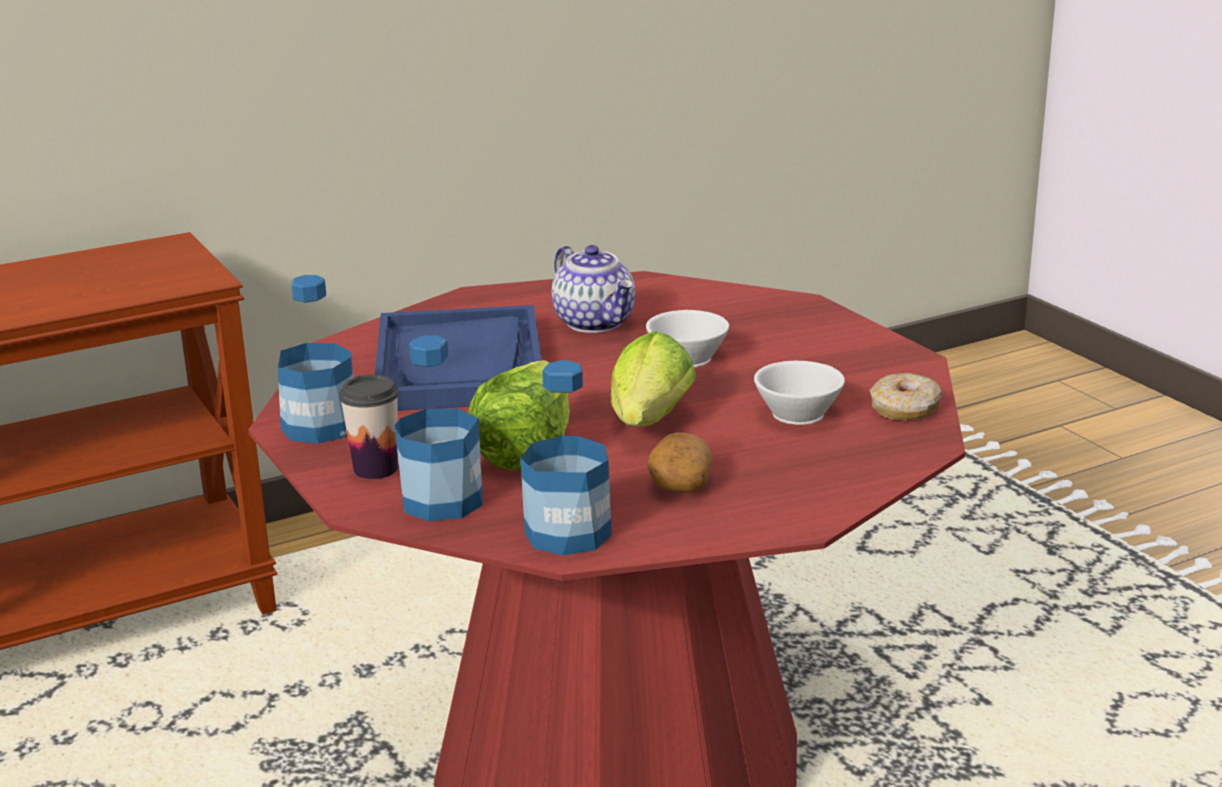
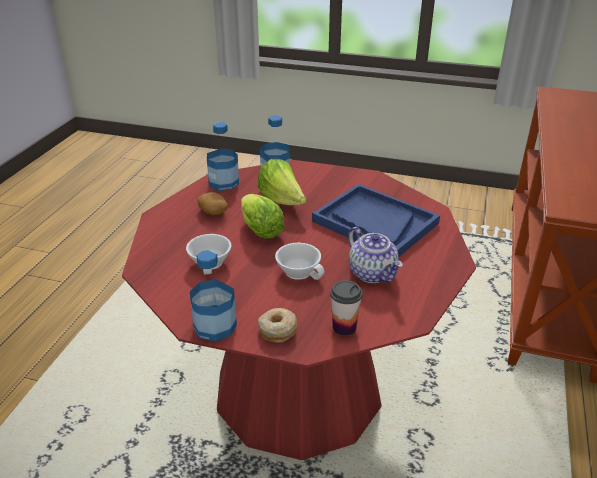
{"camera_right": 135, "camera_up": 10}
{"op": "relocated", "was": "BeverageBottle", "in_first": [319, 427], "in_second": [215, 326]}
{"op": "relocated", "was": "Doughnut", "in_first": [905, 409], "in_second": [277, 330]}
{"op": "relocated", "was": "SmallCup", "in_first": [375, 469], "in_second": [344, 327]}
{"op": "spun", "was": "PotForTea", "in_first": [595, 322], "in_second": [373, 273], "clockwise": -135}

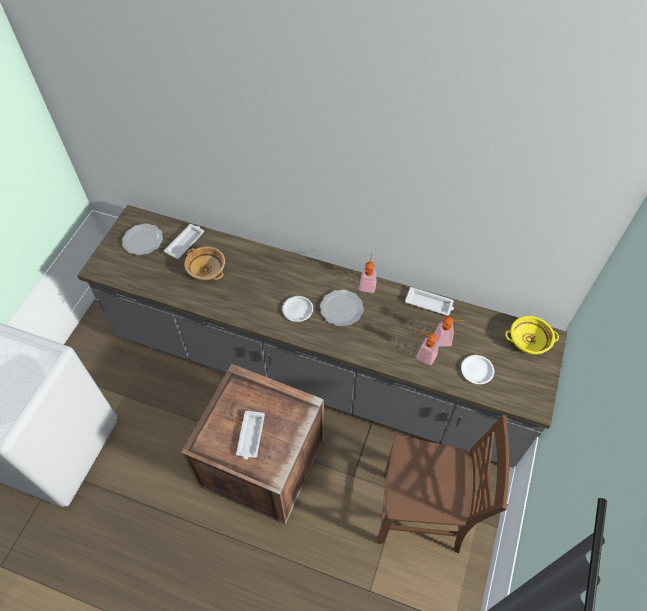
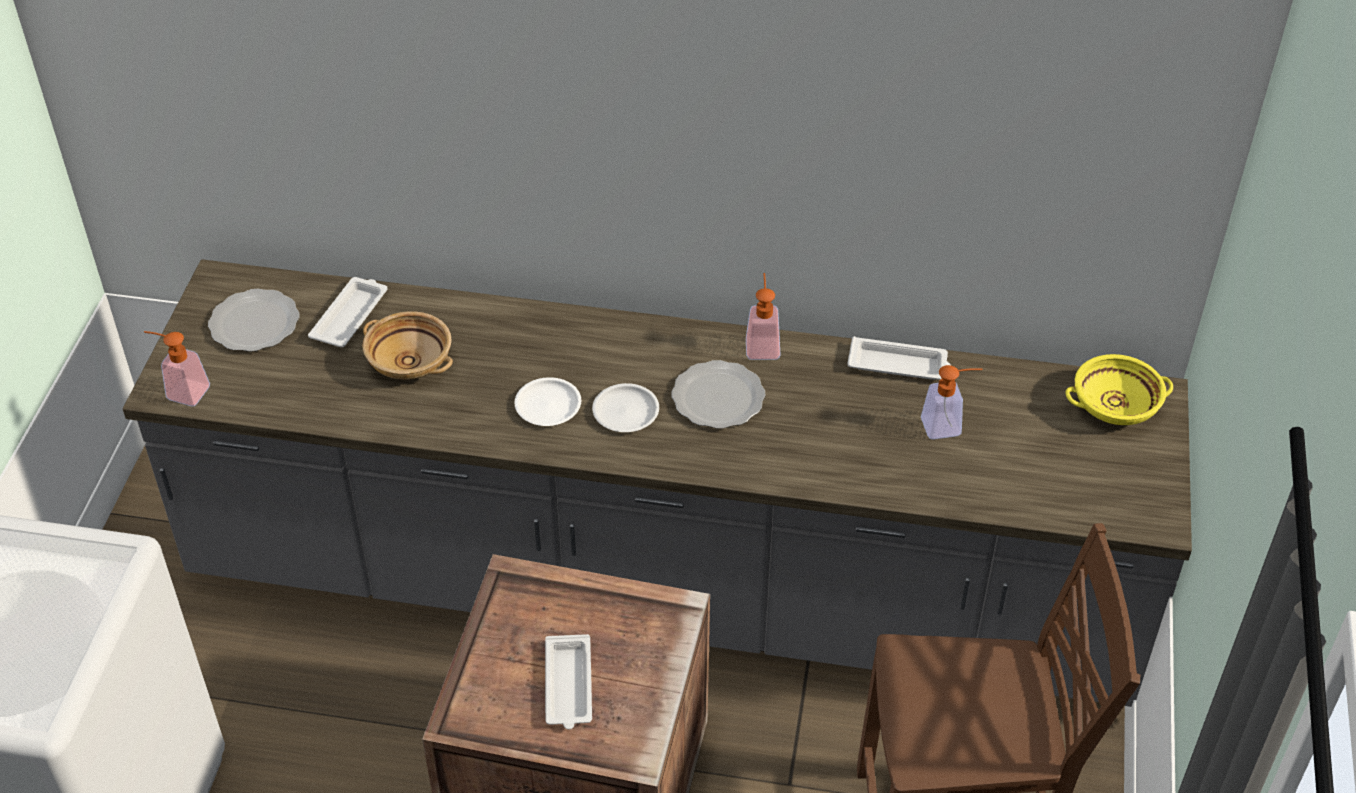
{"camera_right": -10, "camera_up": -10}
{"op": "relocated", "was": "SoapDispenser", "in_first": [423, 355], "in_second": [182, 391]}
{"op": "relocated", "was": "WhitePlate", "in_first": [477, 371], "in_second": [548, 406]}

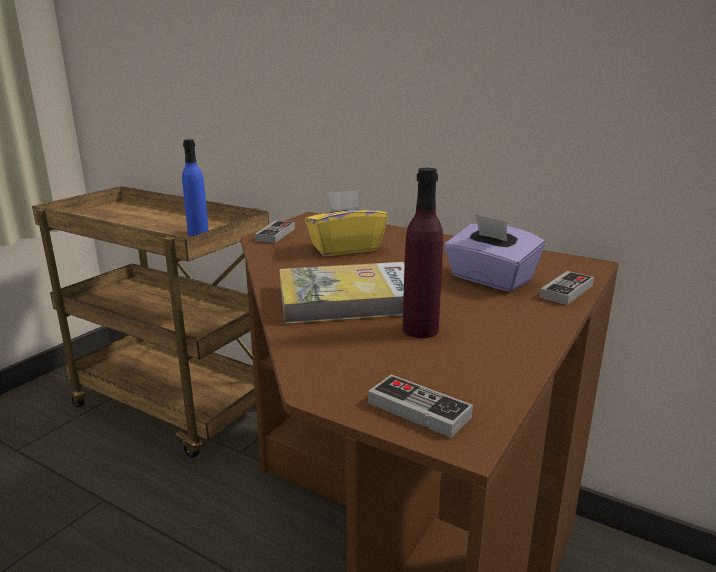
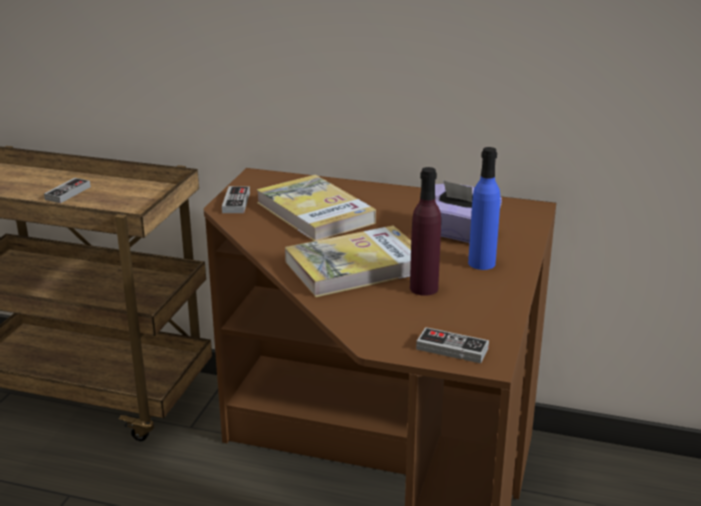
{"camera_right": -15, "camera_up": 5}
{"op": "relocated", "was": "Gamepad", "in_first": [566, 291], "in_second": [68, 193]}
{"op": "exchanged", "was": "YellowTissueBox", "now": "BoundBook", "in_first": [345, 248], "in_second": [315, 213]}
{"op": "relocated", "was": "BluishBeverageBottle", "in_first": [198, 233], "in_second": [481, 263]}

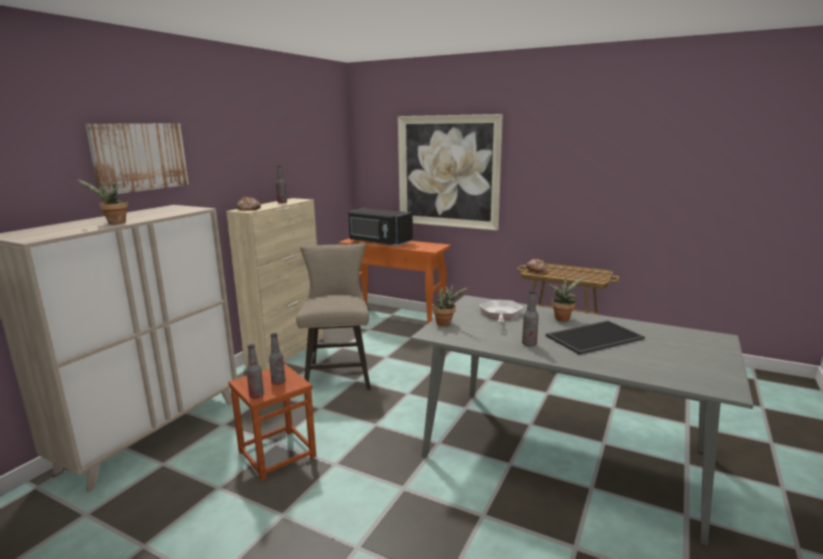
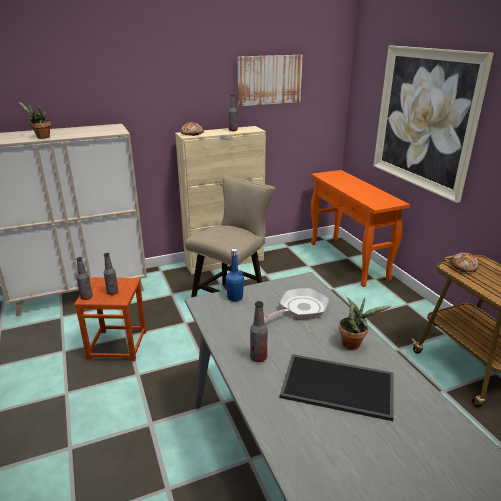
{"camera_right": 40, "camera_up": 10}
{"op": "exchanged", "was": "PottedPlant", "now": "BluishBeverageBottle", "in_first": [446, 323], "in_second": [235, 297]}
{"op": "relocated", "was": "WallPicture", "in_first": [140, 157], "in_second": [269, 80]}
{"op": "missing", "was": "BlackKitchenMicrowave", "in_first": [379, 242]}

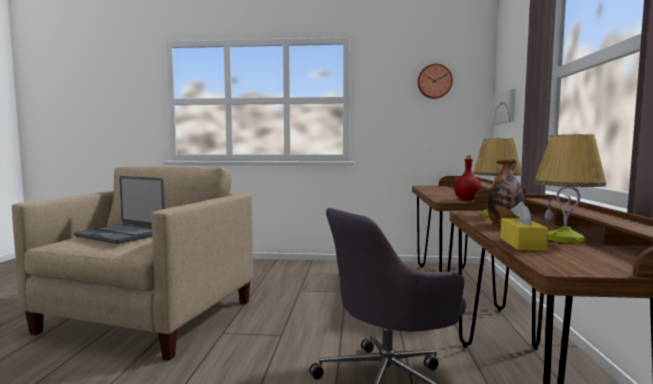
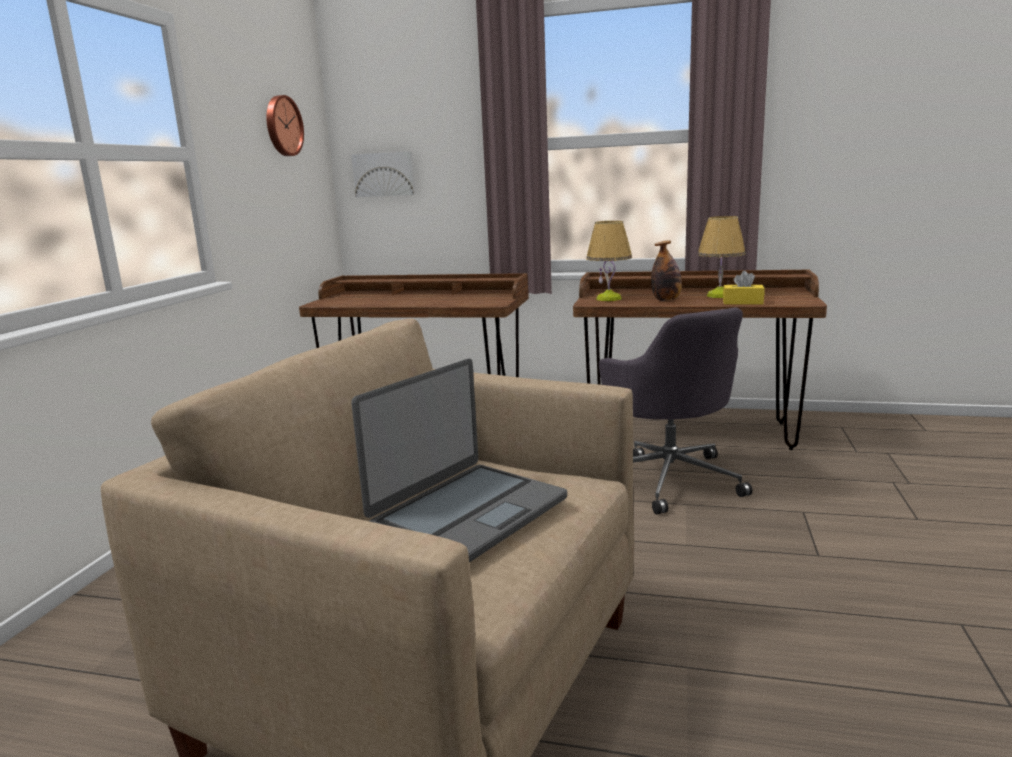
{"camera_right": -80, "camera_up": 10}
{"op": "missing", "was": "RedColouredBeverageBottle", "in_first": [467, 199]}

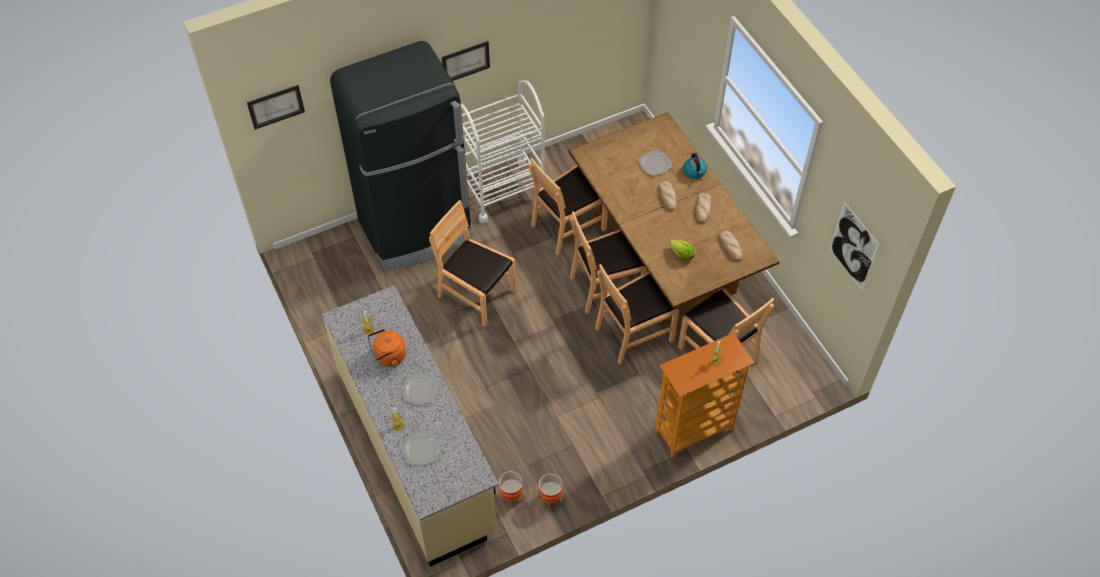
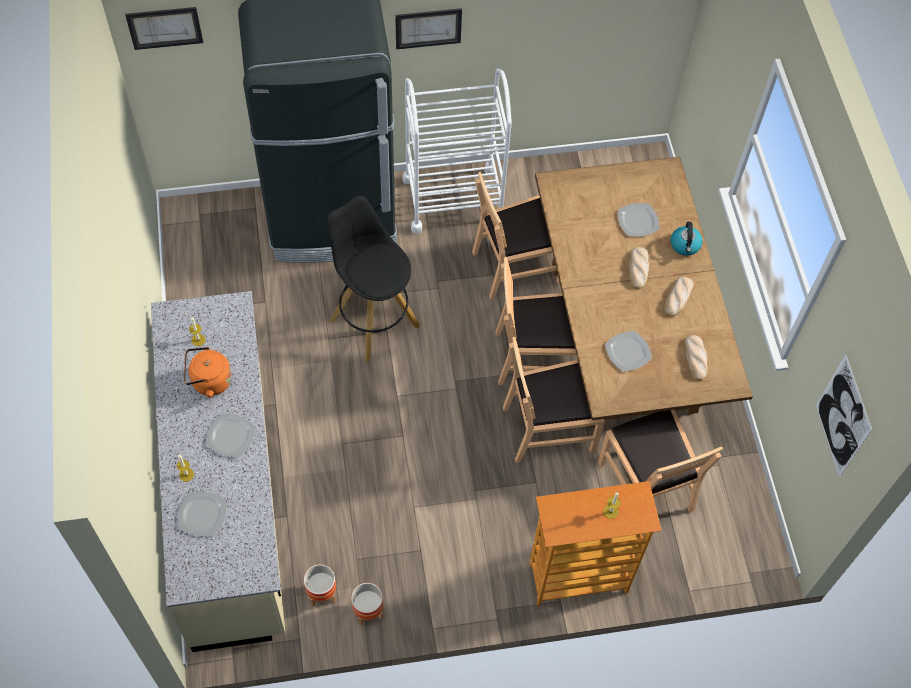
{"camera_right": 15, "camera_up": 5}
{"op": "exchanged", "was": "BrownChair", "now": "BlackSittingStool", "in_first": [476, 294], "in_second": [373, 321]}
{"op": "exchanged", "was": "LettuceHead", "now": "Plate", "in_first": [681, 255], "in_second": [628, 352]}

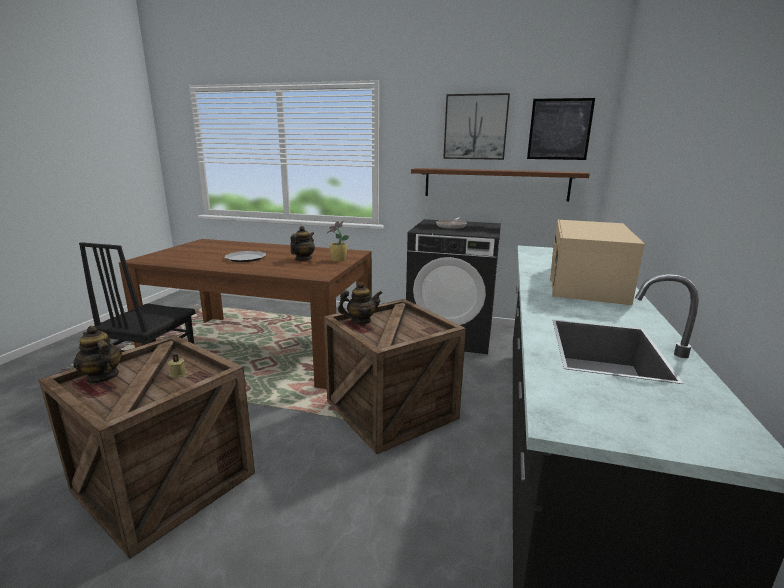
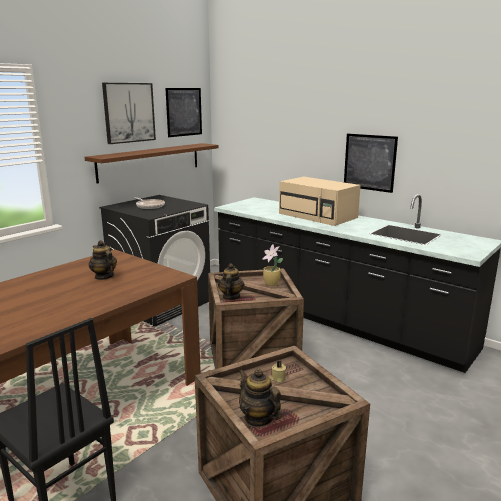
{"camera_right": -65, "camera_up": 0}
{"op": "spun", "was": "PotForTea", "in_first": [102, 377], "in_second": [258, 418], "clockwise": 75}
{"op": "relocated", "was": "PottedPlant", "in_first": [337, 260], "in_second": [271, 284]}
{"op": "appeared", "now": "WallPicture", "in_second": [369, 162]}
{"op": "missing", "was": "Plate", "in_first": [246, 258]}

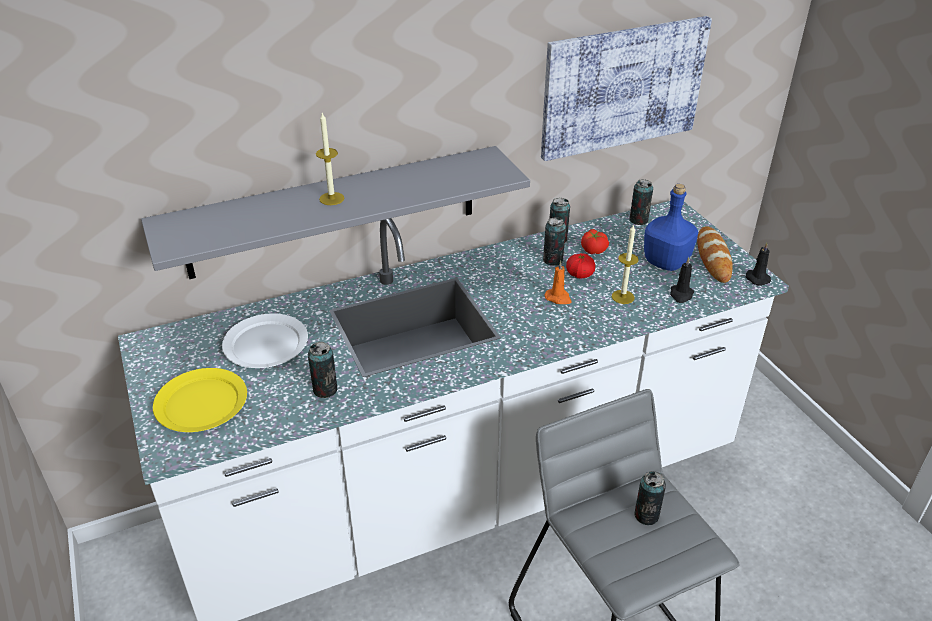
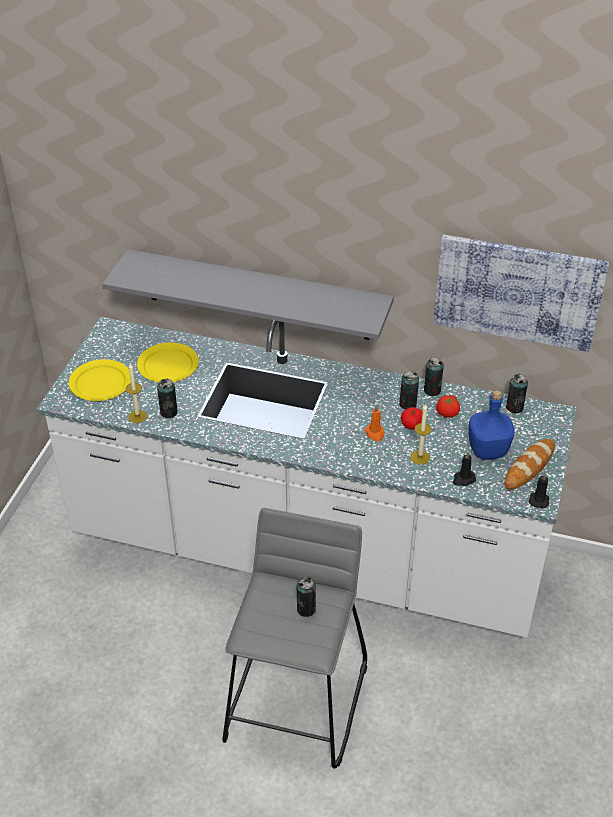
{"camera_right": 40, "camera_up": 5}
{"op": "relocated", "was": "Candle", "in_first": [331, 198], "in_second": [137, 416]}
{"op": "colour", "was": "WhitePlate", "now": "YellowPlate", "in_first": [266, 344], "in_second": [168, 365]}

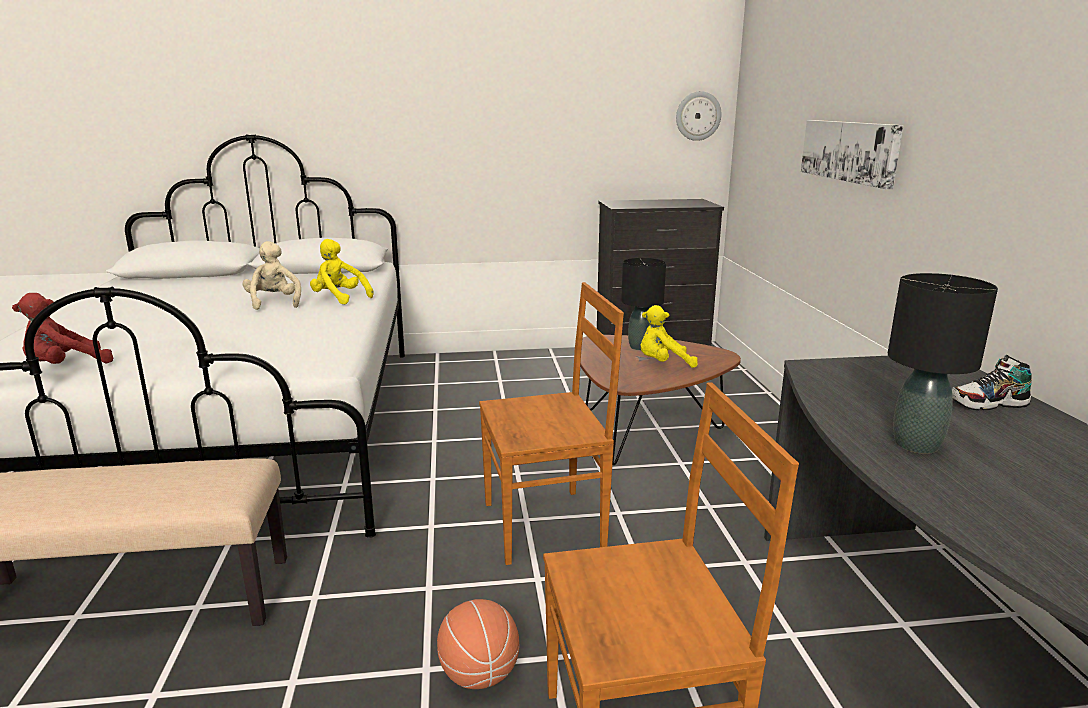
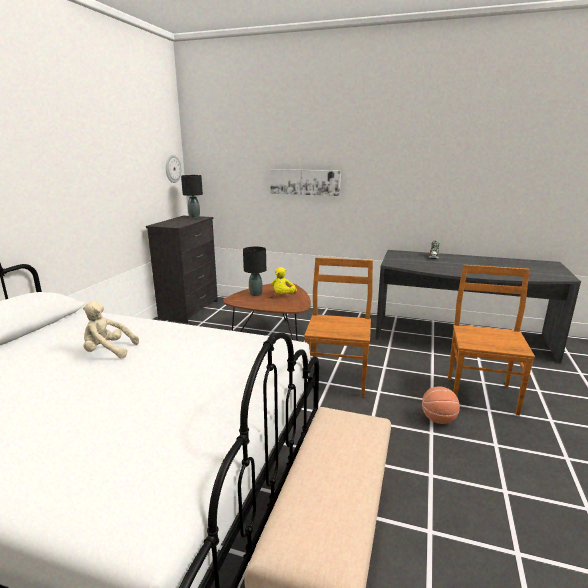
{"camera_right": -65, "camera_up": 0}
{"op": "relocated", "was": "BlackTabletopLamp", "in_first": [915, 445], "in_second": [194, 217]}
{"op": "missing", "was": "RedColouredPlushToy", "in_first": [66, 367]}
{"op": "missing", "was": "YellowPlushToy", "in_first": [339, 298]}

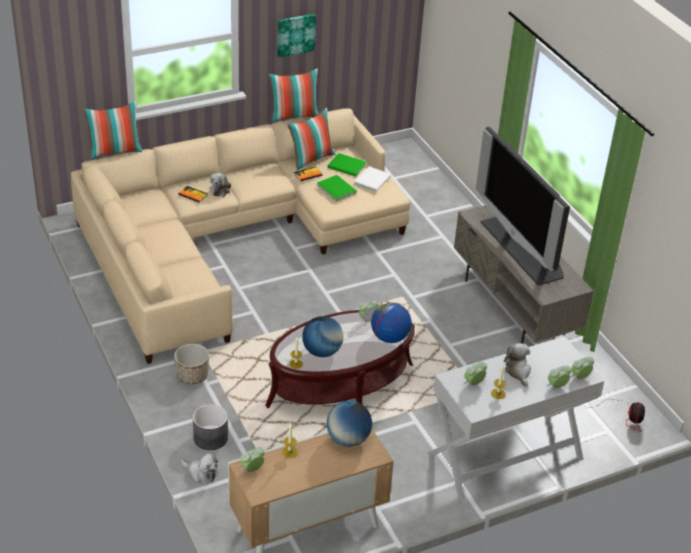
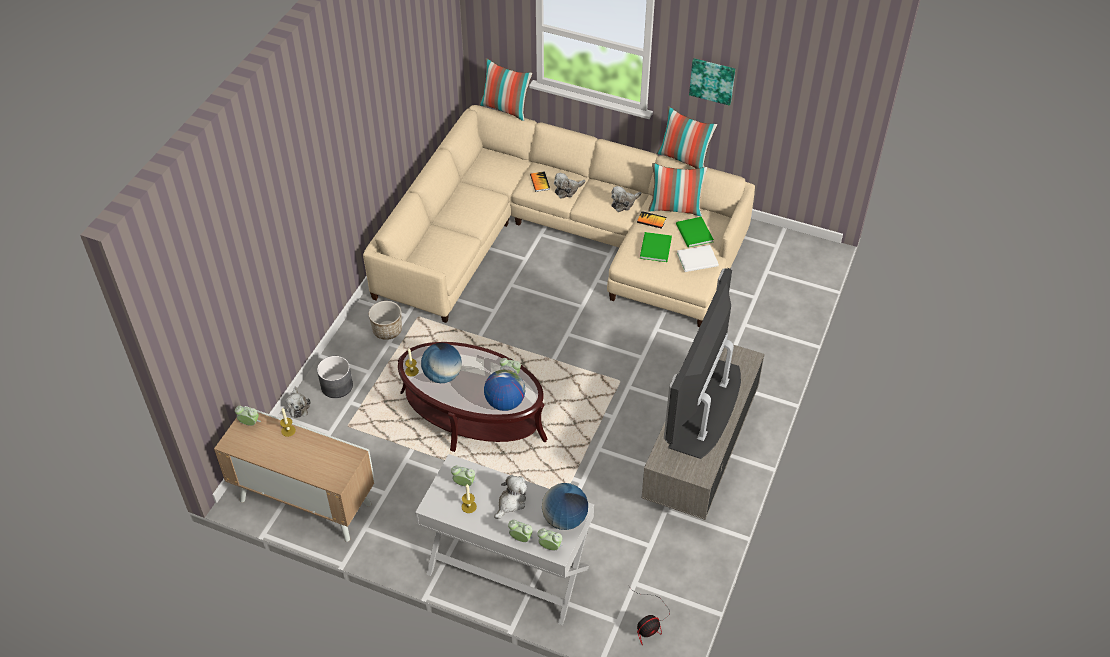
{"camera_right": 50, "camera_up": 10}
{"op": "relocated", "was": "Globe", "in_first": [348, 439], "in_second": [564, 519]}
{"op": "appeared", "now": "PlushToy", "in_second": [624, 203]}

